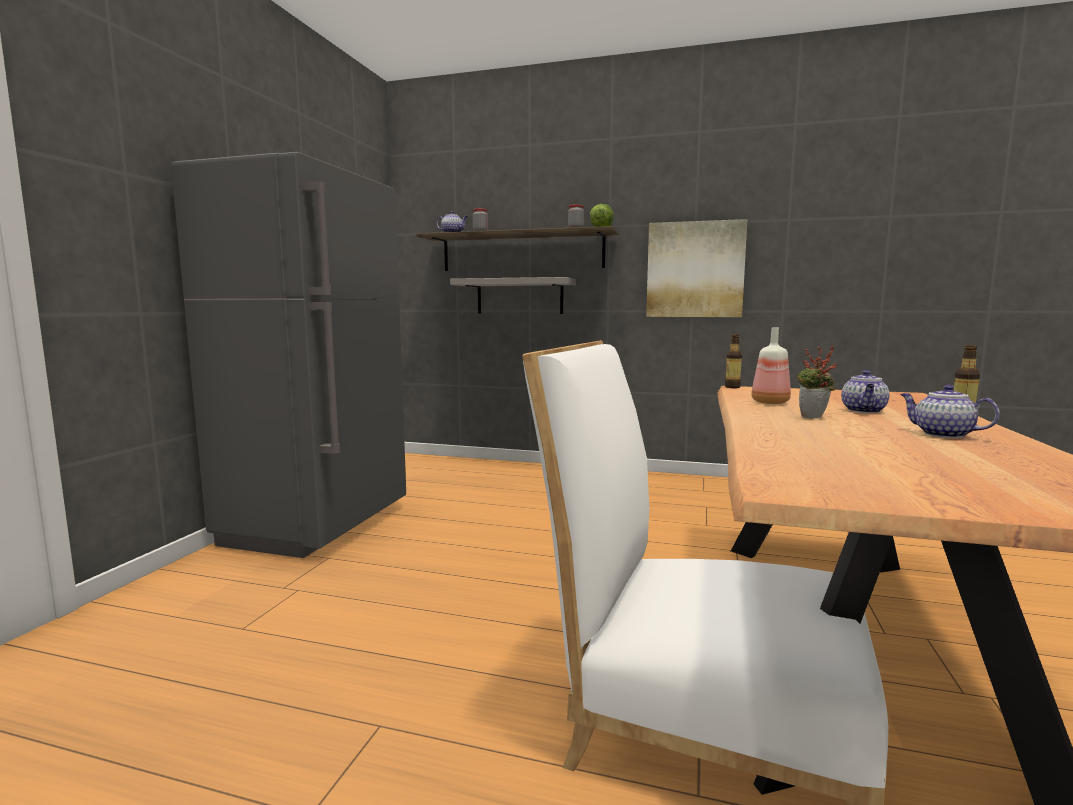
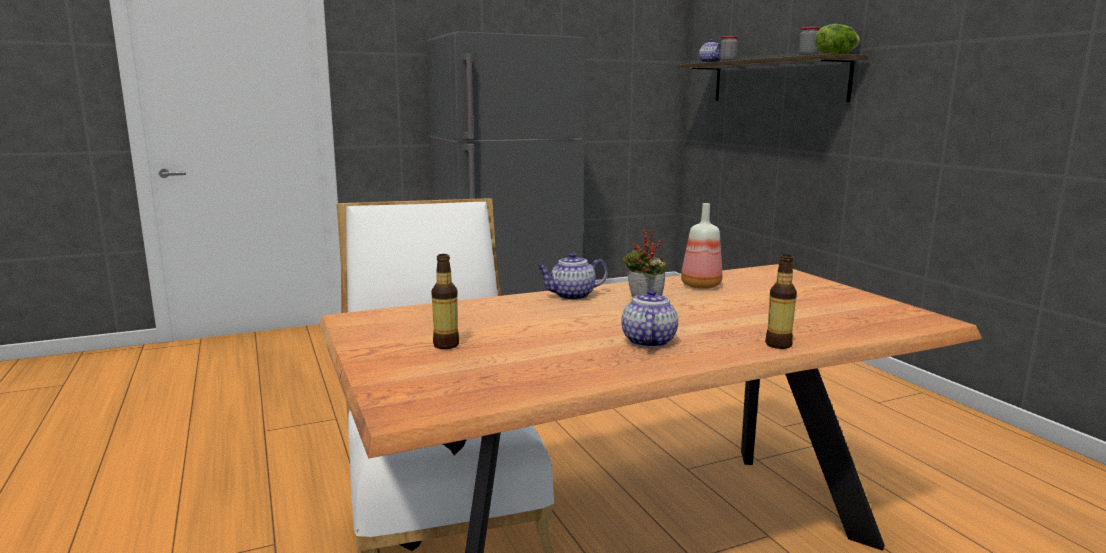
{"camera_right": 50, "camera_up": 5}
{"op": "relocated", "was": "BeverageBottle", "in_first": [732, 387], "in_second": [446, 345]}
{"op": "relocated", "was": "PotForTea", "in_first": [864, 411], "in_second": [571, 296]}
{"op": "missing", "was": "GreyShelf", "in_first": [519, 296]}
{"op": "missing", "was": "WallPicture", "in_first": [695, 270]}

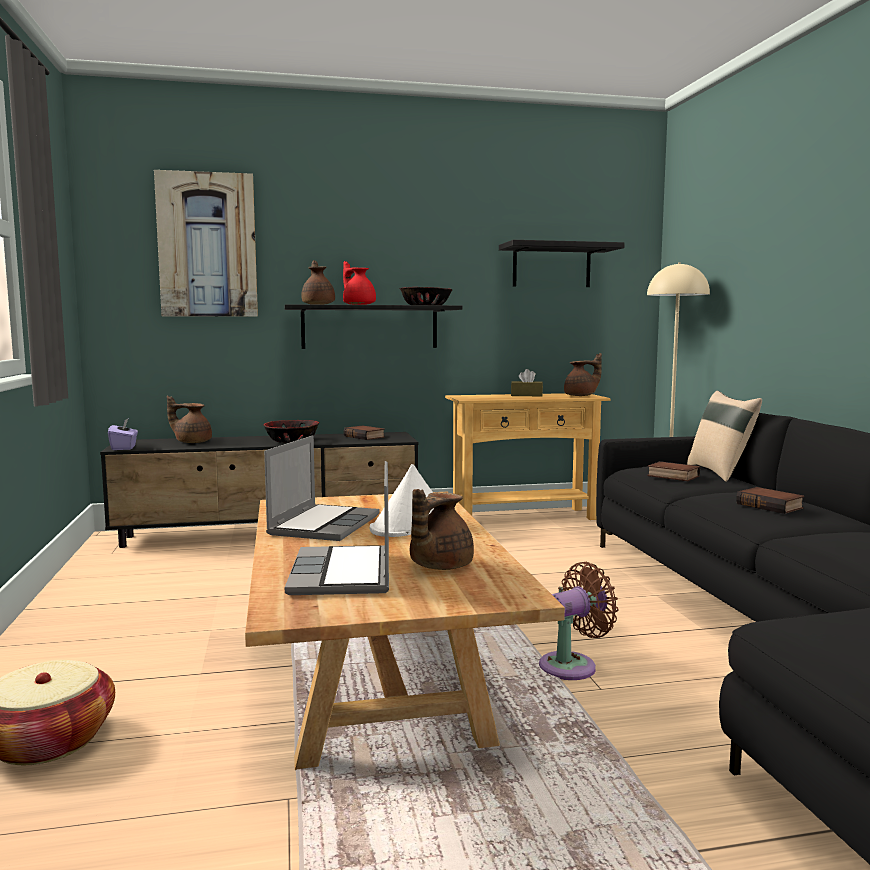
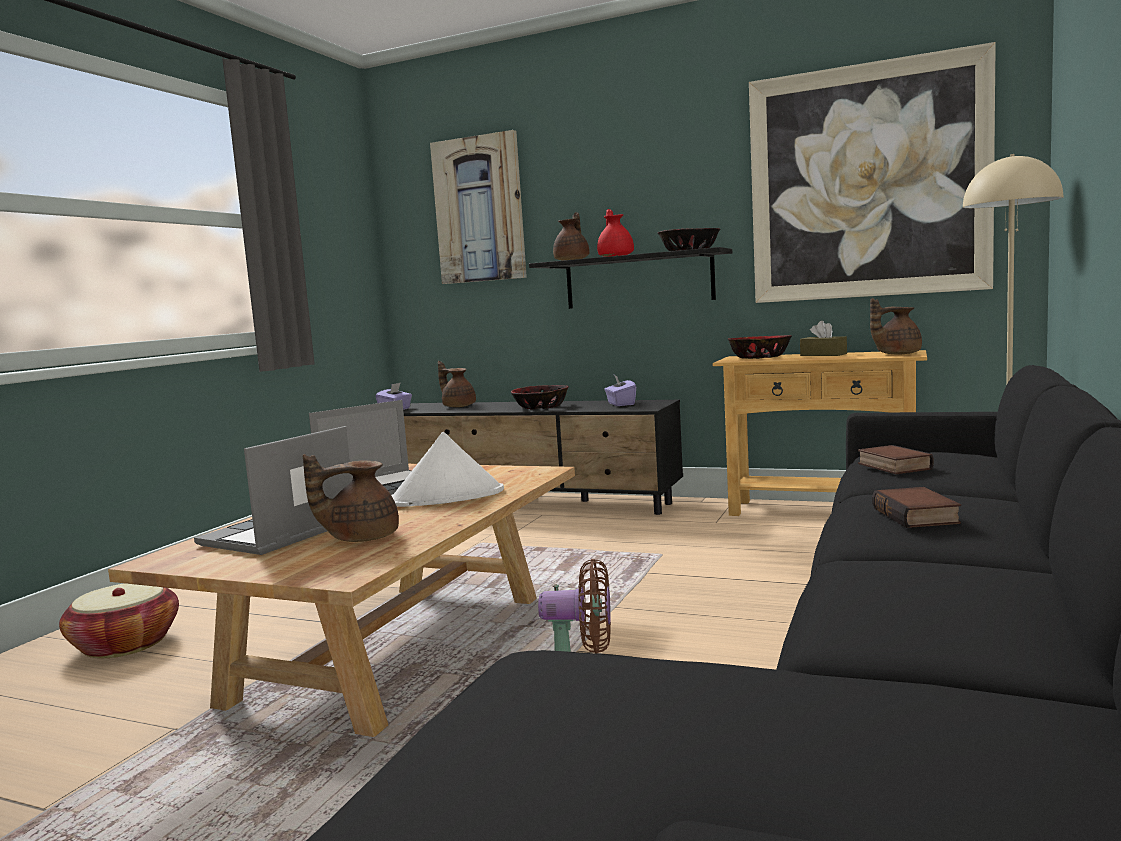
{"camera_right": 35, "camera_up": 0}
{"op": "exchanged", "was": "BoundBook", "now": "PurpleColouredTissueBox", "in_first": [365, 436], "in_second": [620, 404]}
{"op": "appeared", "now": "Bowl", "in_second": [759, 357]}
{"op": "exchanged", "was": "BlackShelf", "now": "WallPicture", "in_first": [551, 266], "in_second": [867, 182]}
{"op": "spun", "was": "BrownPotForTea", "in_first": [581, 395], "in_second": [896, 354], "clockwise": 150}
{"op": "missing", "was": "BeigePillow", "in_first": [720, 473]}

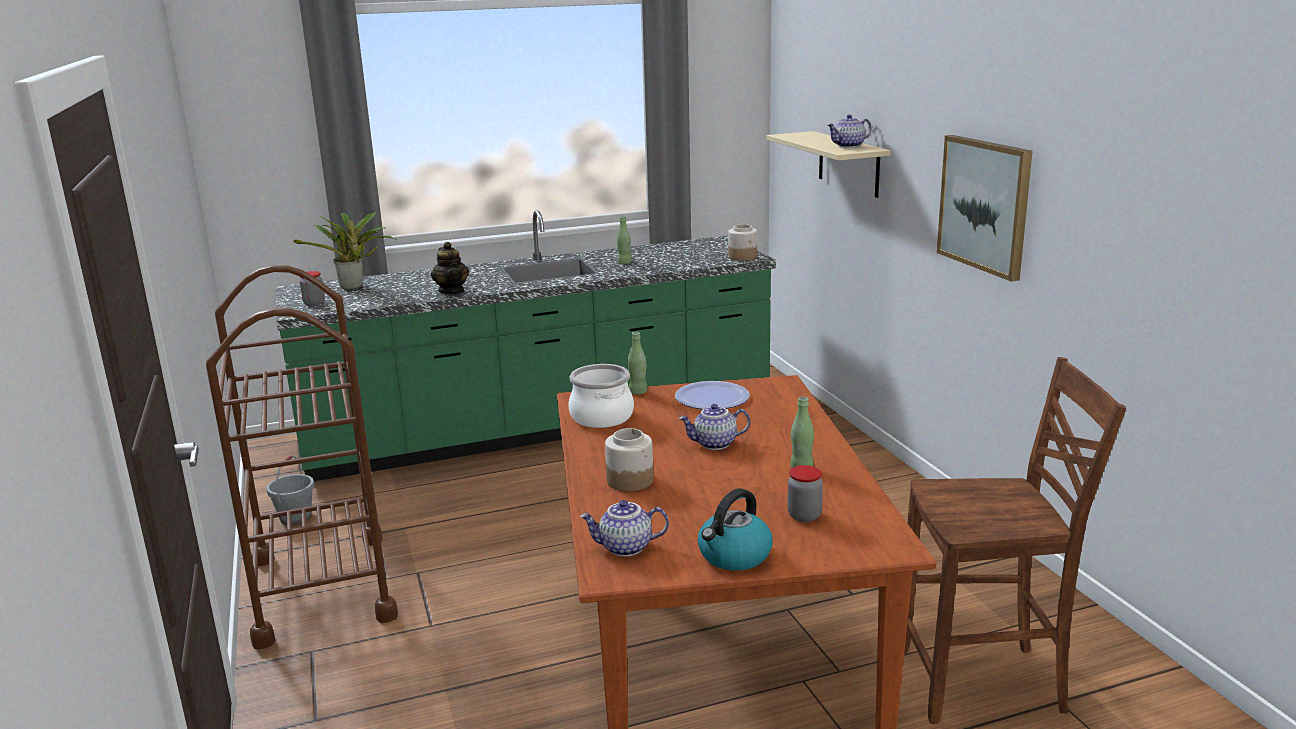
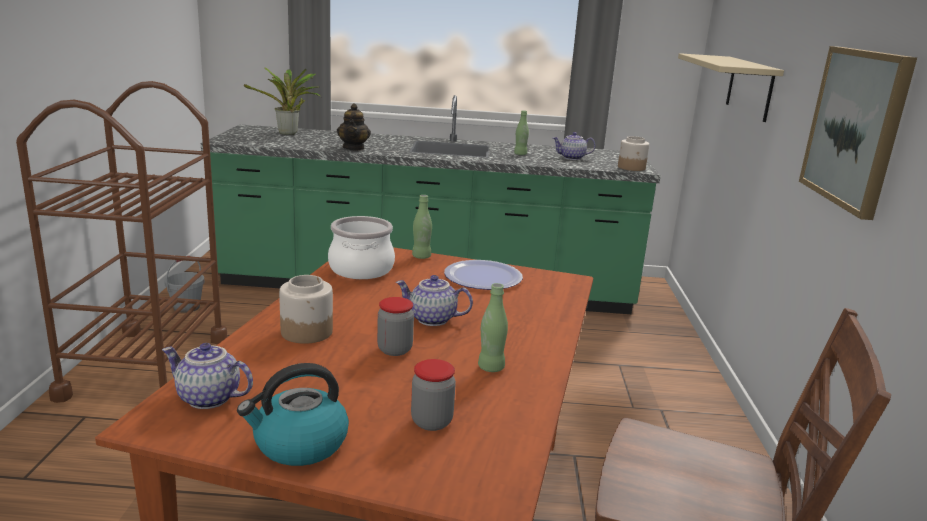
{"camera_right": 20, "camera_up": 0}
{"op": "relocated", "was": "Jar", "in_first": [314, 303], "in_second": [394, 349]}
{"op": "relocated", "was": "PotForTea", "in_first": [848, 146], "in_second": [572, 158]}

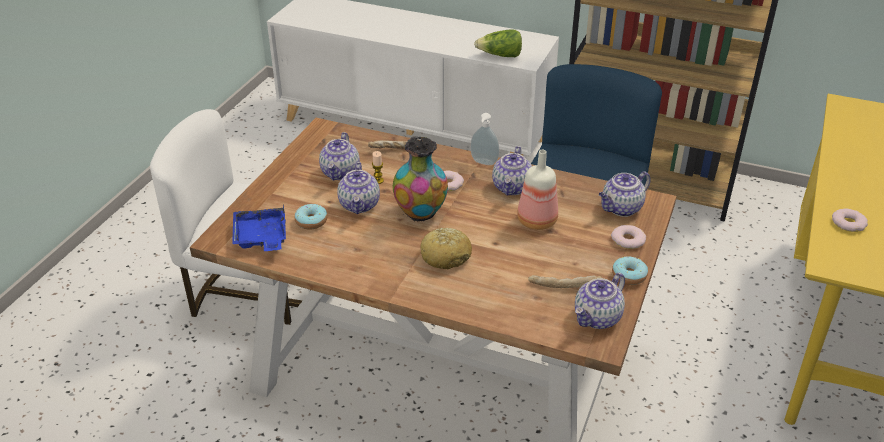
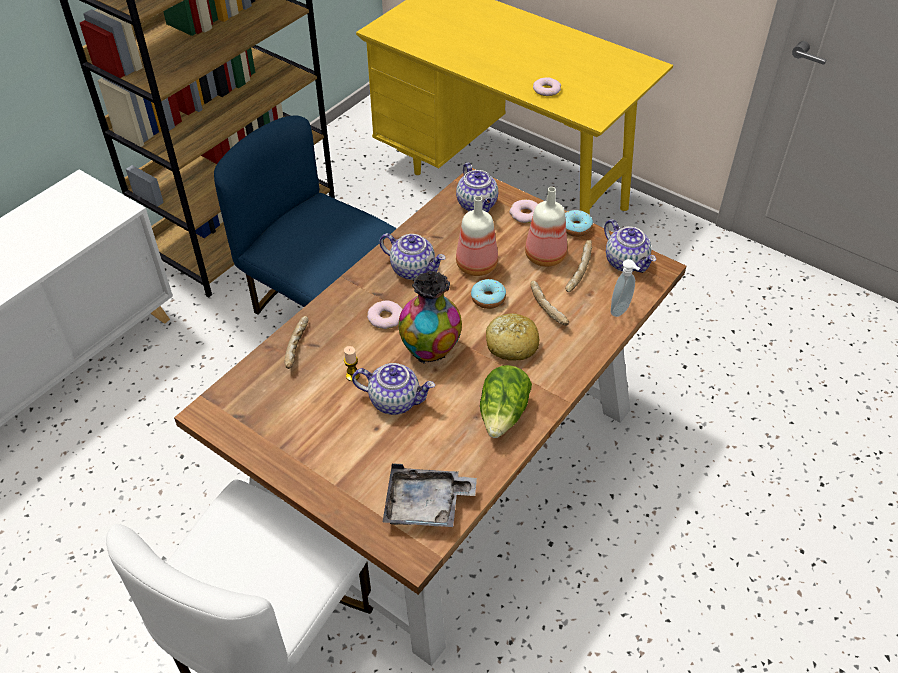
{"camera_right": -75, "camera_up": 10}
{"op": "colour", "was": "BluishCarryingTray", "now": "GreyCarryingTray", "in_first": [261, 238], "in_second": [426, 505]}
{"op": "relocated", "was": "Doughnut", "in_first": [311, 221], "in_second": [488, 299]}
{"op": "relocated", "was": "LettuceHead", "in_first": [500, 56], "in_second": [503, 414]}
{"op": "appeared", "now": "BeverageBottle", "in_second": [546, 256]}
{"op": "appeared", "now": "Bread", "in_second": [548, 308]}
{"op": "relocated", "was": "SoapDispenser", "in_first": [483, 163], "in_second": [621, 310]}
{"op": "missing", "was": "PotForTea", "in_first": [341, 173]}

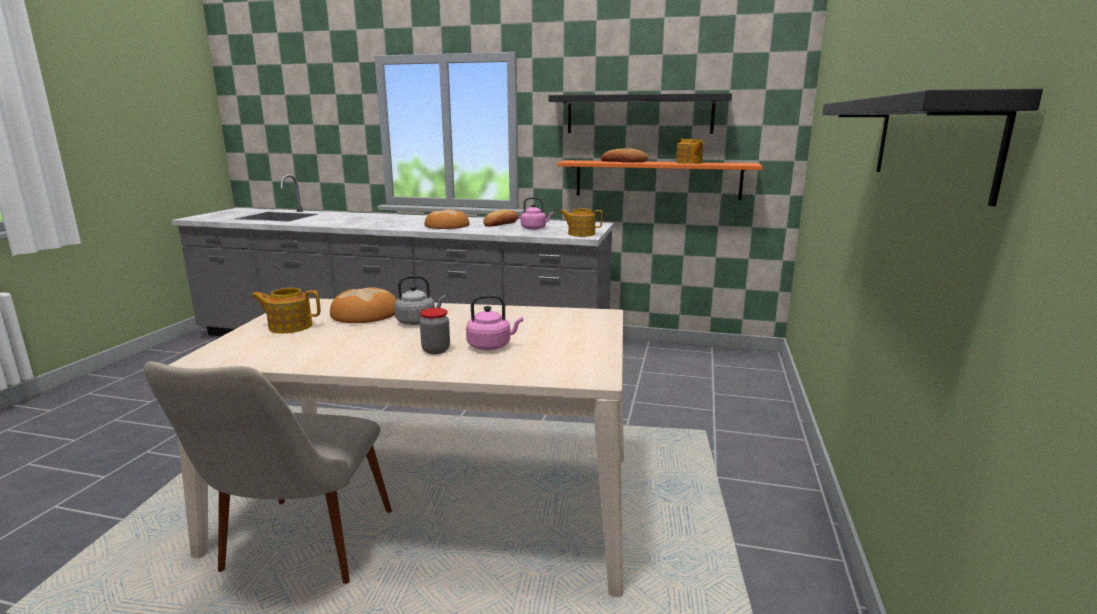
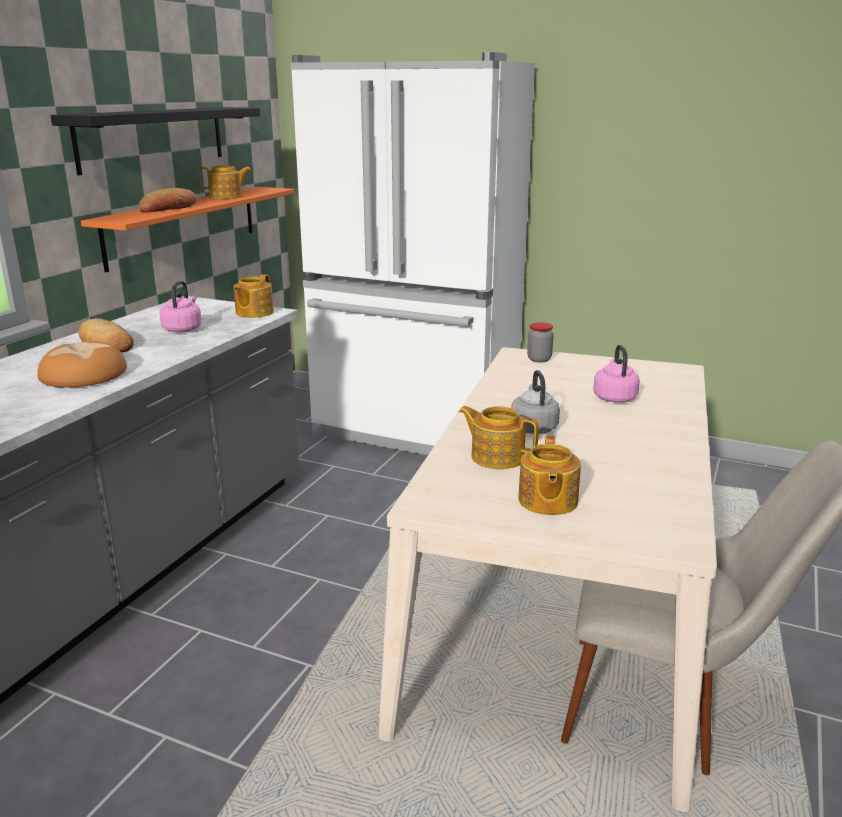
{"camera_right": -80, "camera_up": 5}
{"op": "appeared", "now": "WhiteFridge", "in_second": [414, 432]}
{"op": "exchanged", "was": "Bread", "now": "PotForTea", "in_first": [365, 314], "in_second": [496, 457]}
{"op": "relocated", "was": "Jar", "in_first": [436, 350], "in_second": [539, 359]}
{"op": "missing", "was": "BlackShelf", "in_first": [930, 142]}

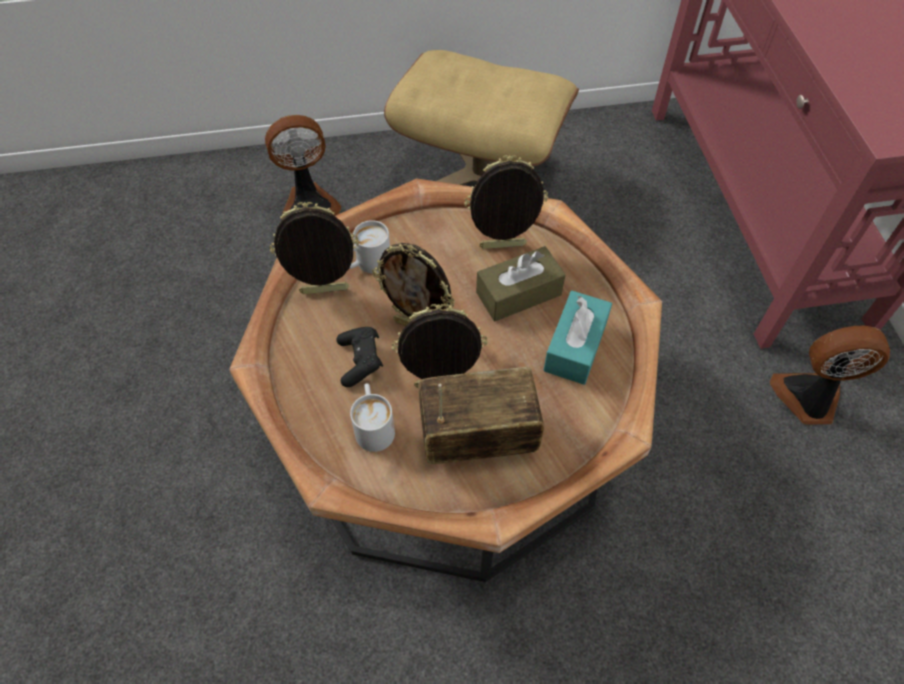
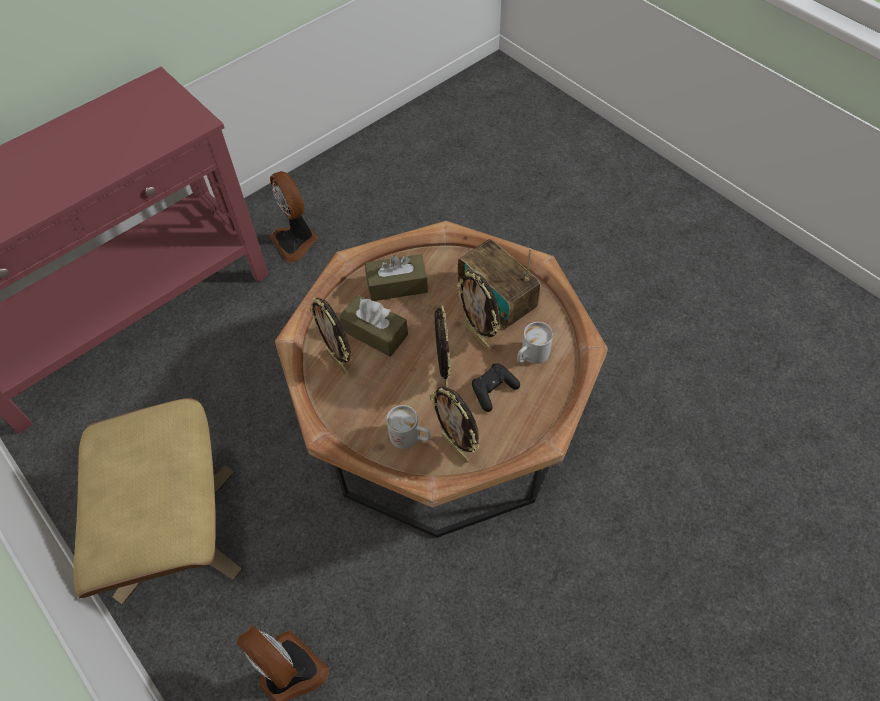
{"camera_right": -120, "camera_up": 0}
{"op": "colour", "was": "TurquoiseColouredTissueBox", "now": "BrownTissueBox", "in_first": [575, 346], "in_second": [397, 285]}

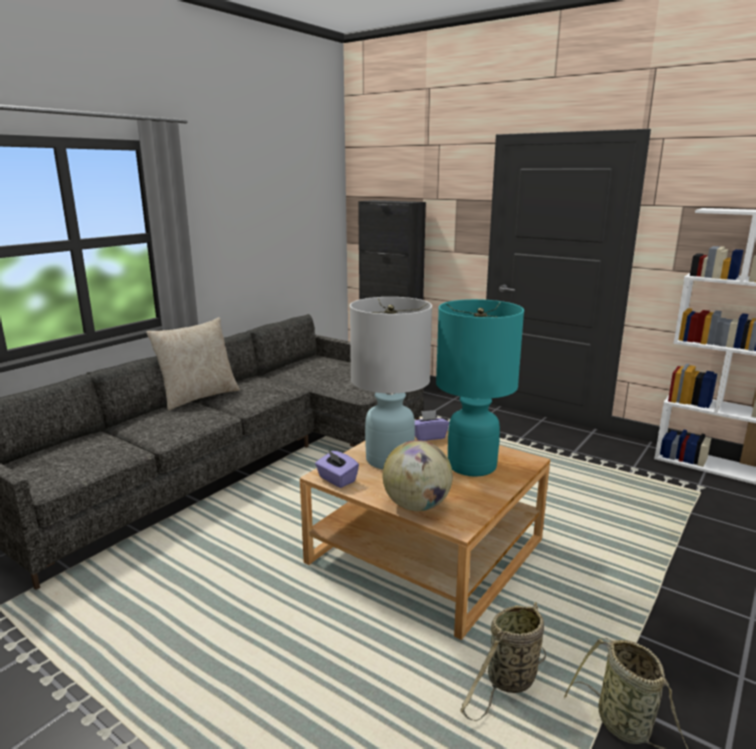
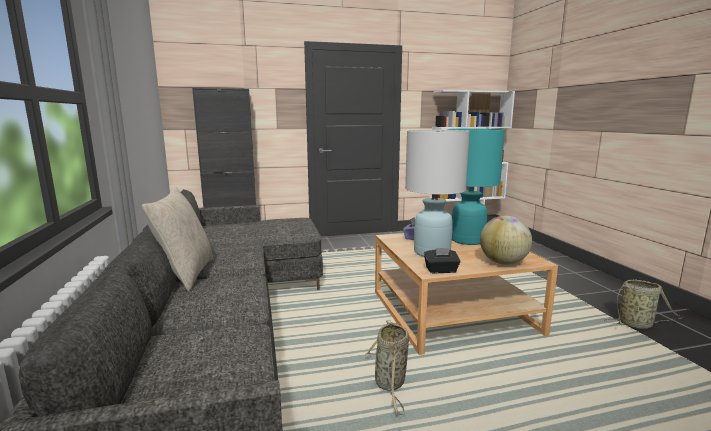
{"camera_right": -50, "camera_up": -5}
{"op": "relocated", "was": "HouseholdBasket", "in_first": [509, 682], "in_second": [390, 384]}
{"op": "colour", "was": "PurpleColouredTissueBox", "now": "BlackTissueBox", "in_first": [336, 479], "in_second": [441, 270]}

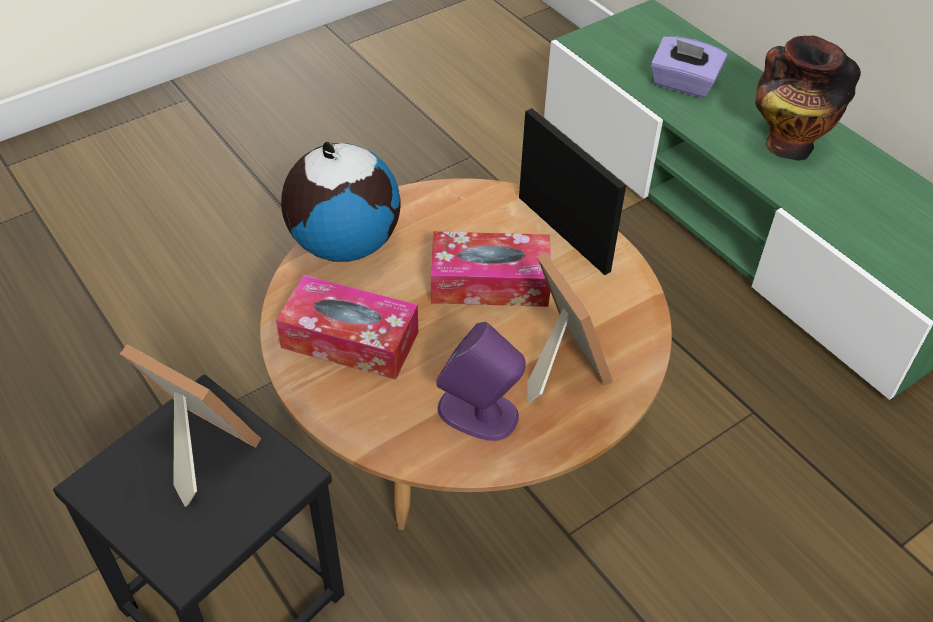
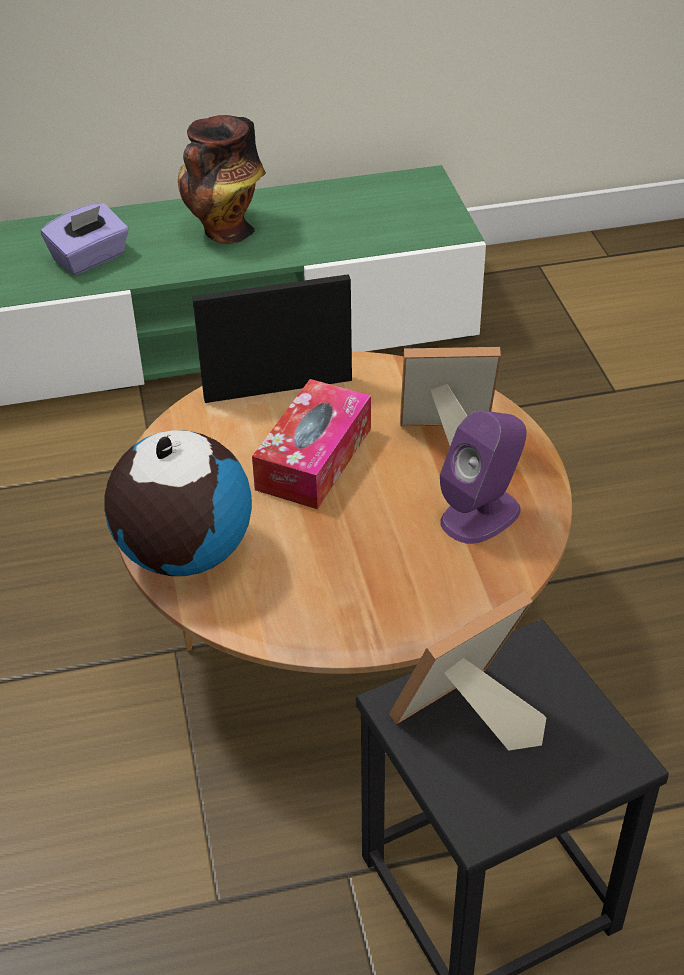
{"camera_right": -65, "camera_up": -5}
{"op": "missing", "was": "TissueBox", "in_first": [350, 340]}

